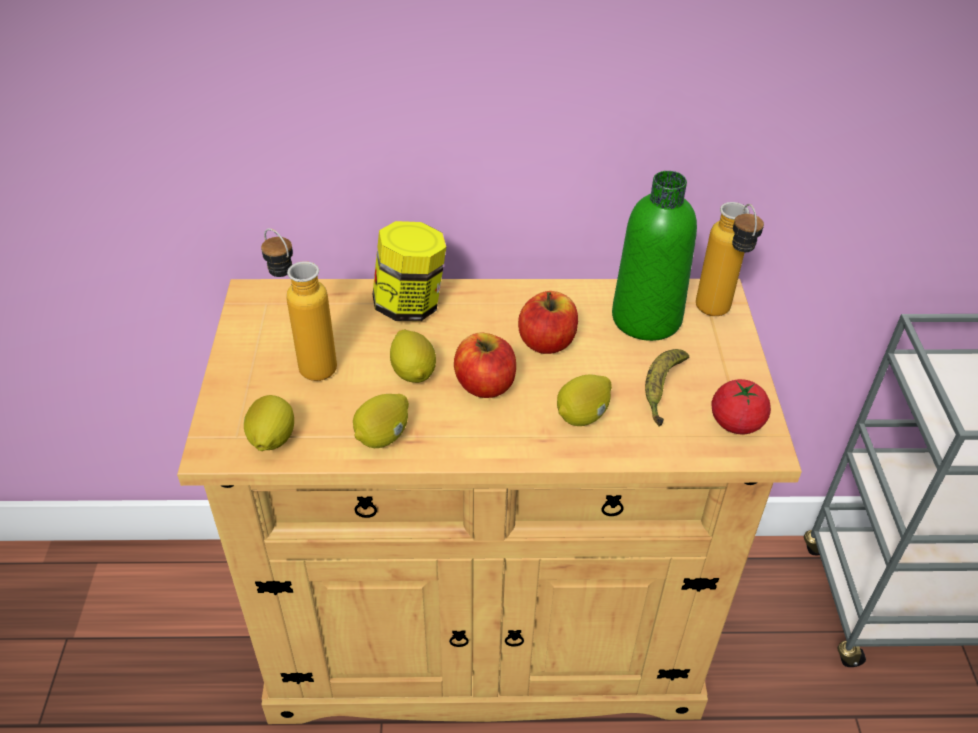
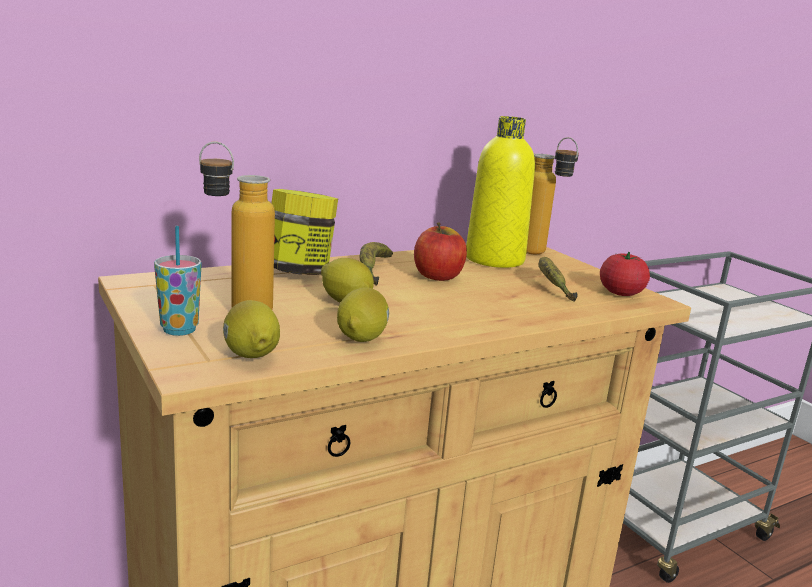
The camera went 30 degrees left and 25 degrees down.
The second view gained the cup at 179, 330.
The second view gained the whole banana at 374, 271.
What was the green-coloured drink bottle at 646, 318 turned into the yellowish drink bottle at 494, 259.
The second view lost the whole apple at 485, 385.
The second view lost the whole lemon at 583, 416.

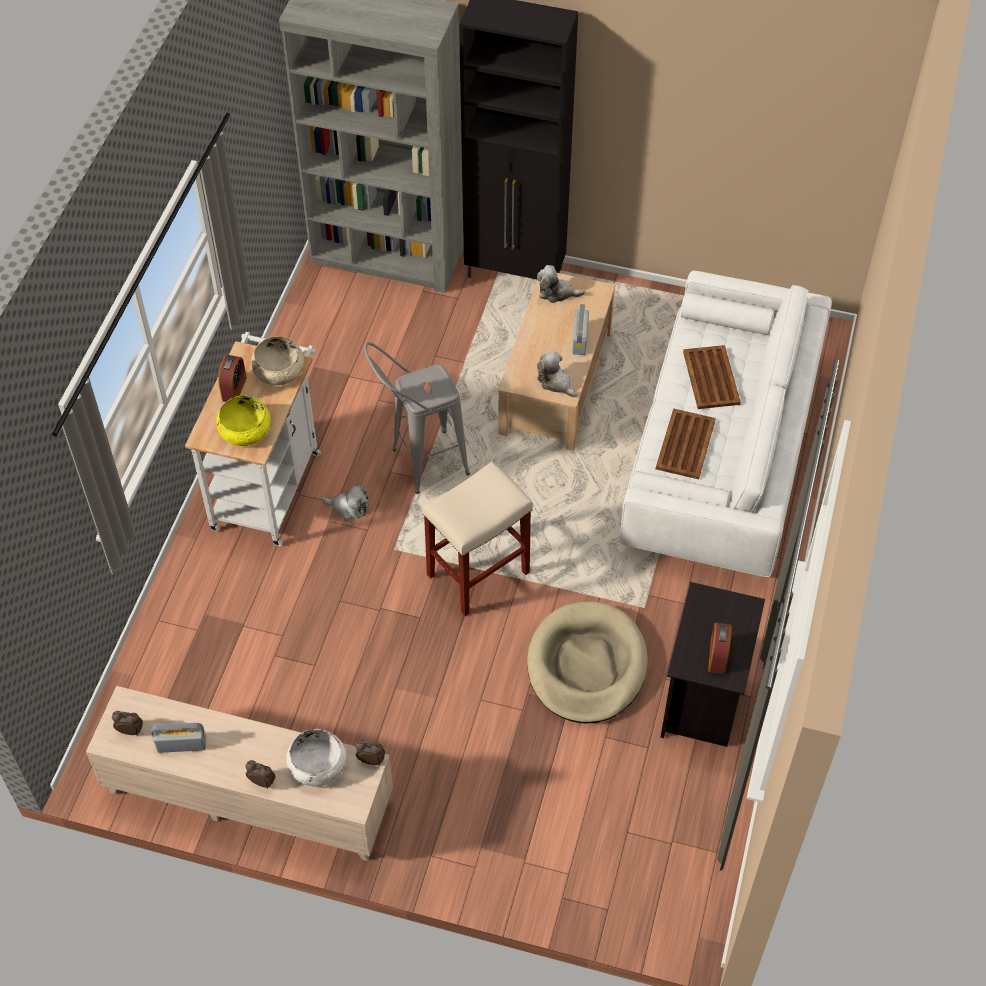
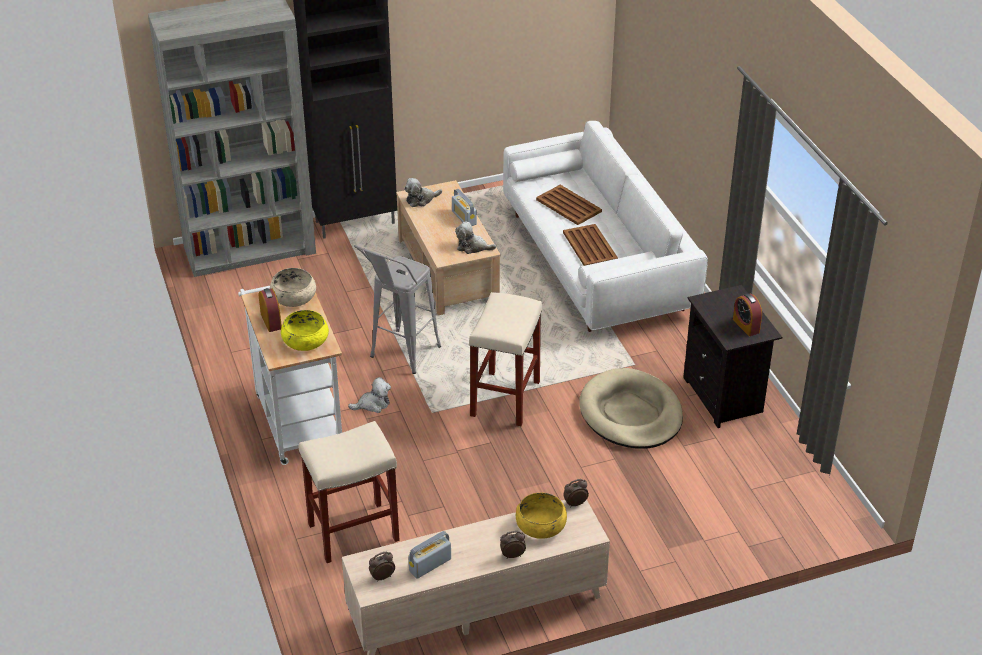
The camera went 35 degrees left and 15 degrees down.
The second view gained the sand-coloured stool at 352, 533.
What was the whitish bowl at 317, 764 turned into the yellowish bowl at 540, 525.

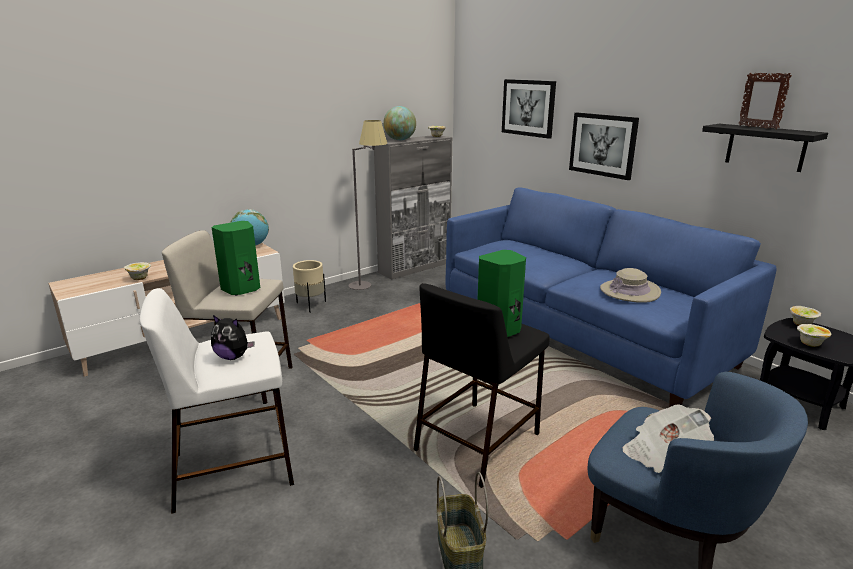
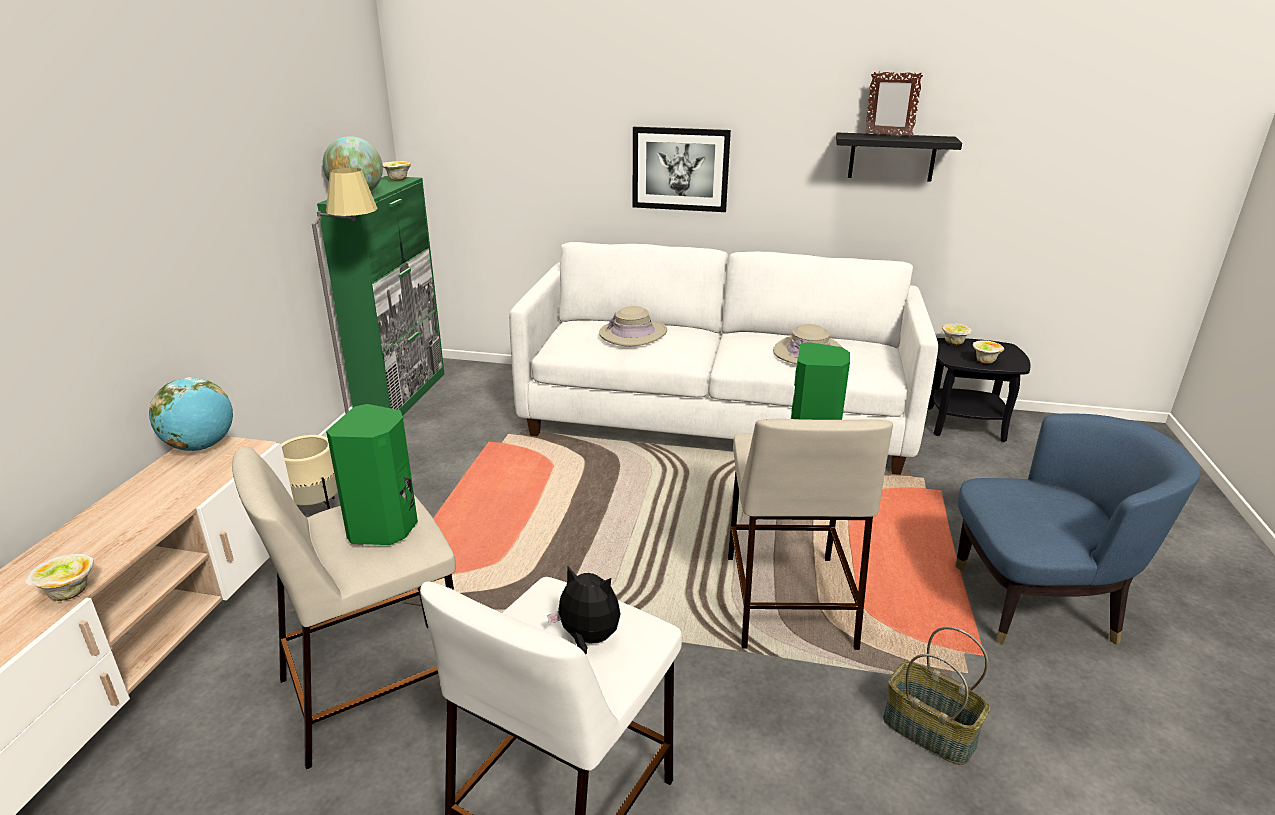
The camera went 40 degrees left and 5 degrees up.
What was the grey cabinet at 415, 267 turned into the green-coloured cabinet at 403, 396.
What was the bluish sofa at 580, 332 turned into the whitish sofa at 716, 419.
The cuddly toy at 233, 357 ended up facing another way, 135 degrees counterclockwise from before.
The second view gained the sand-coloured hat at 633, 334.
What was the black stool at 478, 441 turned into the sand-coloured stool at 787, 599.
The second view lost the picture at 528, 108.
The second view lost the daily paper at 663, 454.

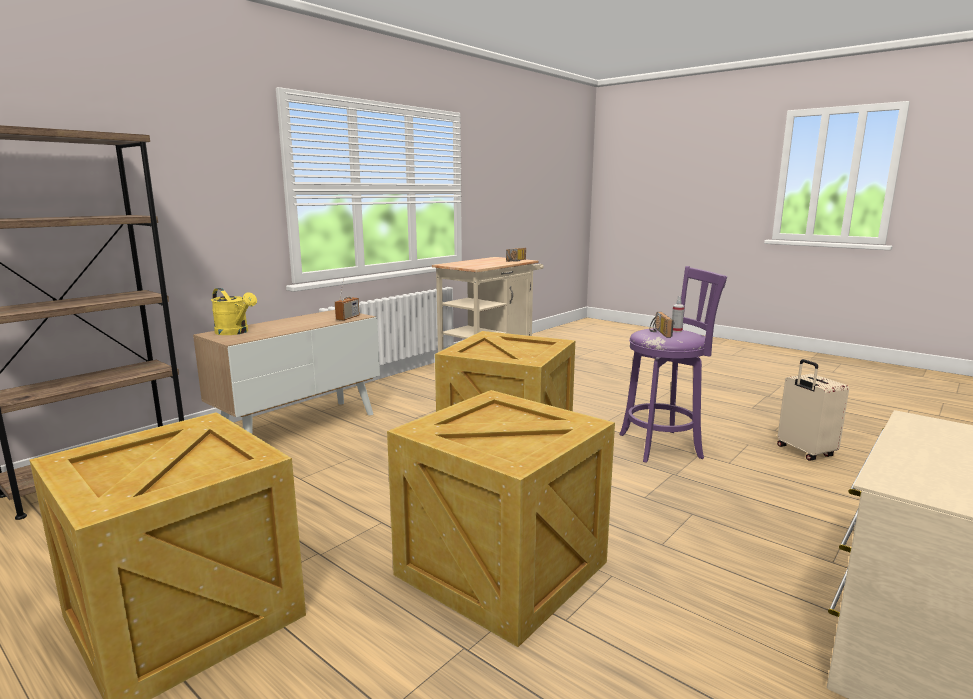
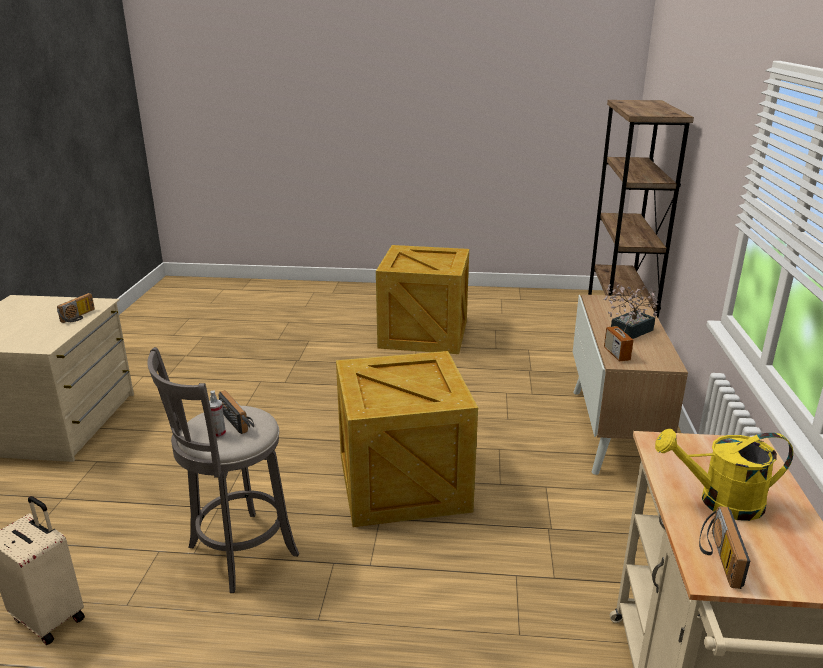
The camera went 145 degrees right and 10 degrees up.
The second view gained the radio at 79, 317.
What was the purple stool at 664, 446 turned into the grey stool at 237, 554.
The second view gained the potted plant at 628, 332.
The yellowish sprinkling can ended up elsewhere, having gone from 235, 332 to 720, 502.
The second view lost the crate at 505, 568.

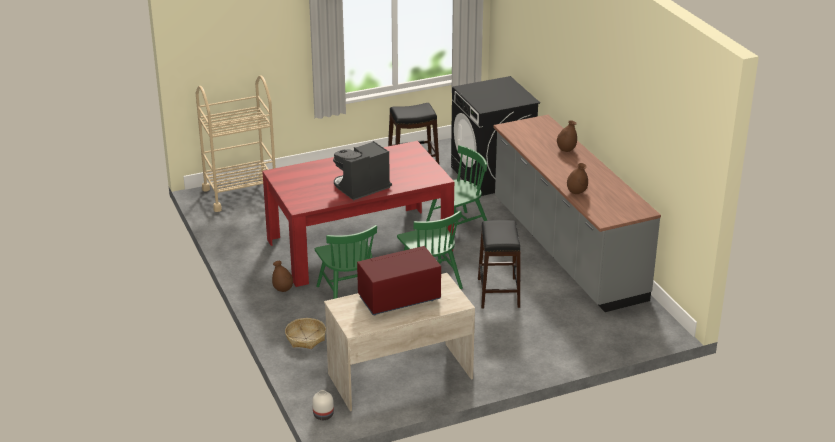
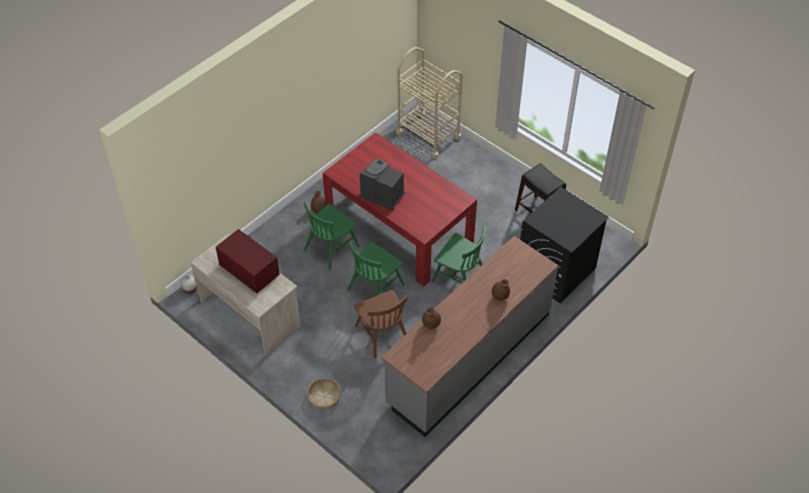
The camera went 65 degrees right and 20 degrees up.
The storage basket ended up elsewhere, having gone from 305, 338 to 324, 397.
Where the black stool stood at 499, 292, the brown-coloured upright chair came to stand at 382, 334.

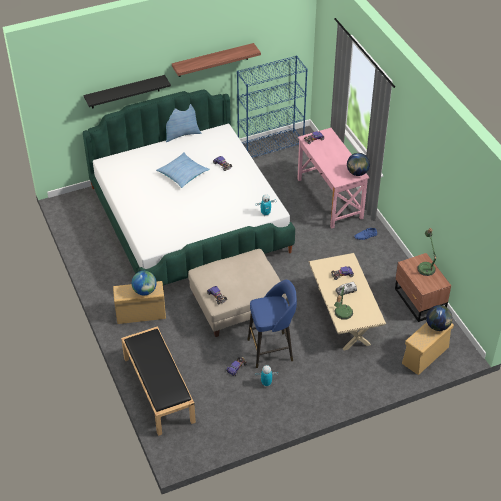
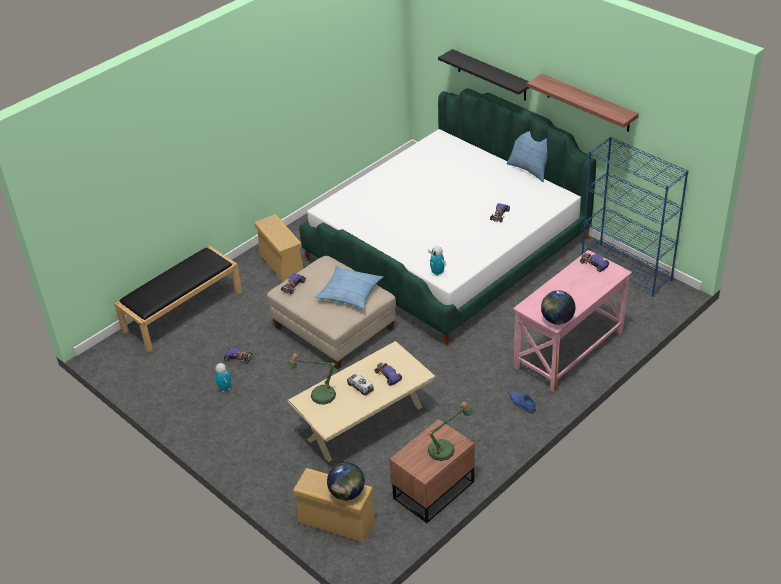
The camera went 70 degrees right and 5 degrees down.
The pillow ended up elsewhere, having gone from 182, 174 to 350, 292.
The second view lost the desk globe at 145, 291.
The second view lost the bluish stool at 271, 350.

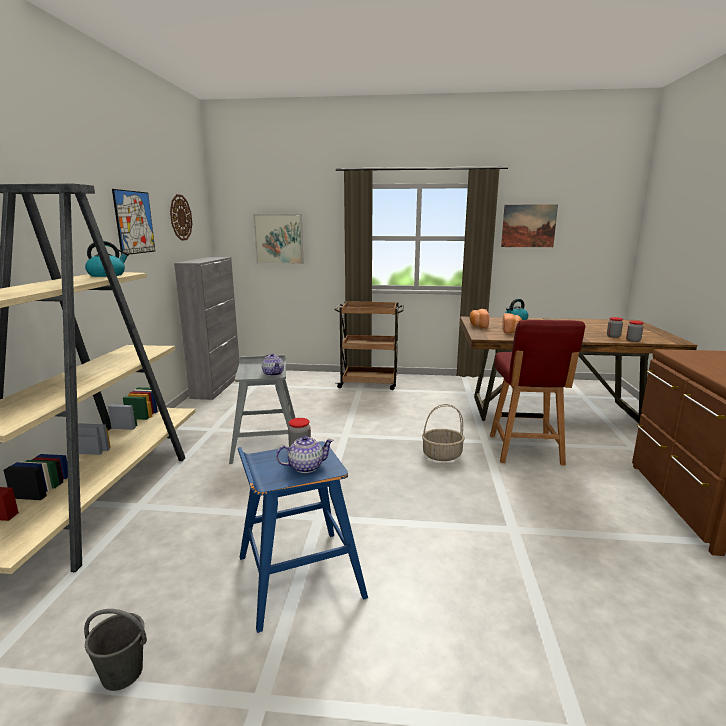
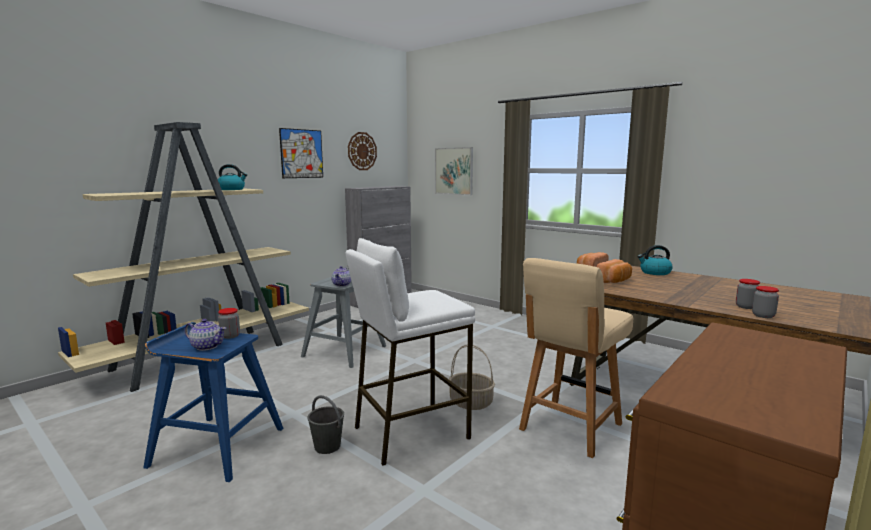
The camera went 35 degrees right and 5 degrees down.
The grey water bucket ended up elsewhere, having gone from 121, 673 to 327, 446.
The second view gained the whitish stool at 410, 432.
What was the red-coloured upright chair at 525, 450 turned into the sand-coloured upright chair at 569, 427.
The second view lost the brown-coloured trolley at 369, 383.
The second view lost the picture at 528, 226.

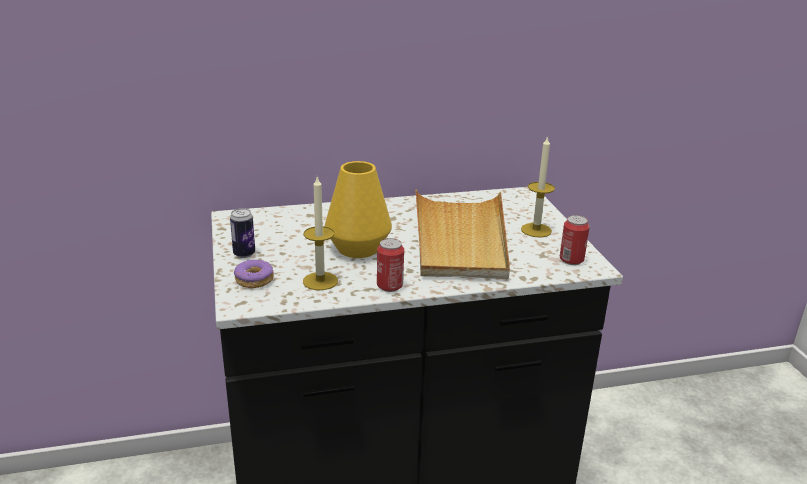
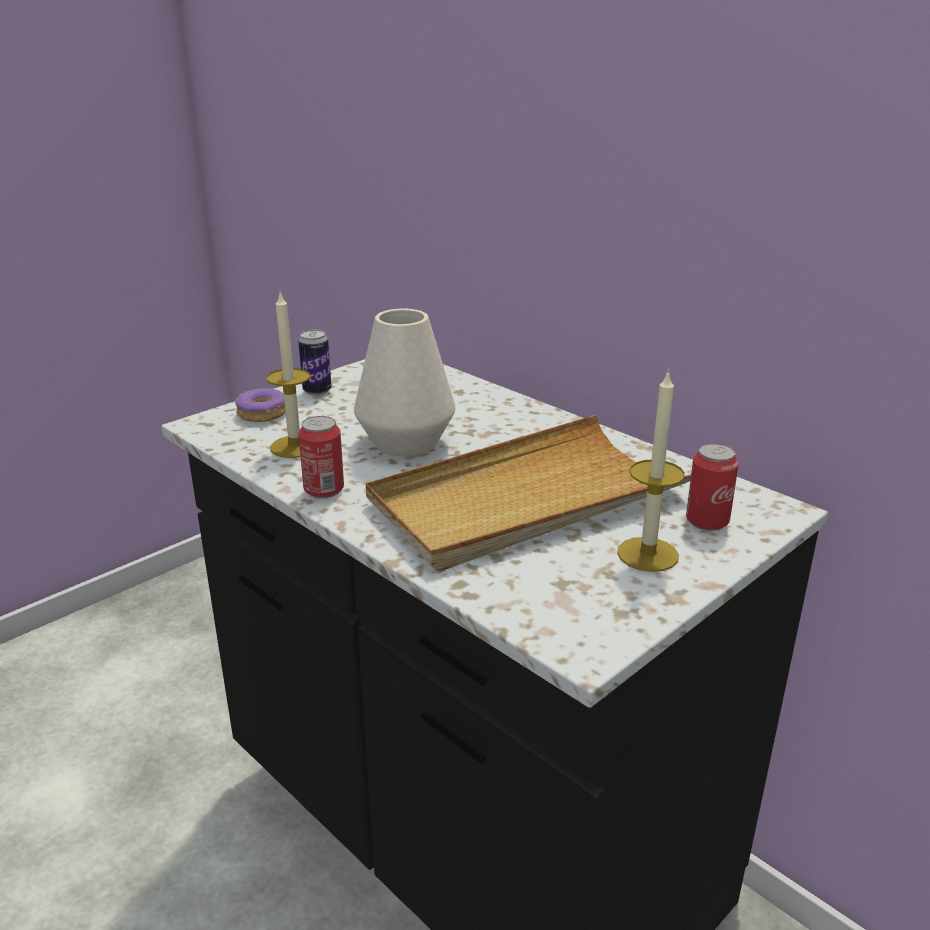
The camera went 60 degrees right and 0 degrees up.
What was the yellowish flower vase at 358, 248 turned into the whitish flower vase at 406, 442.
The sealed can ended up elsewhere, having gone from 571, 260 to 707, 521.

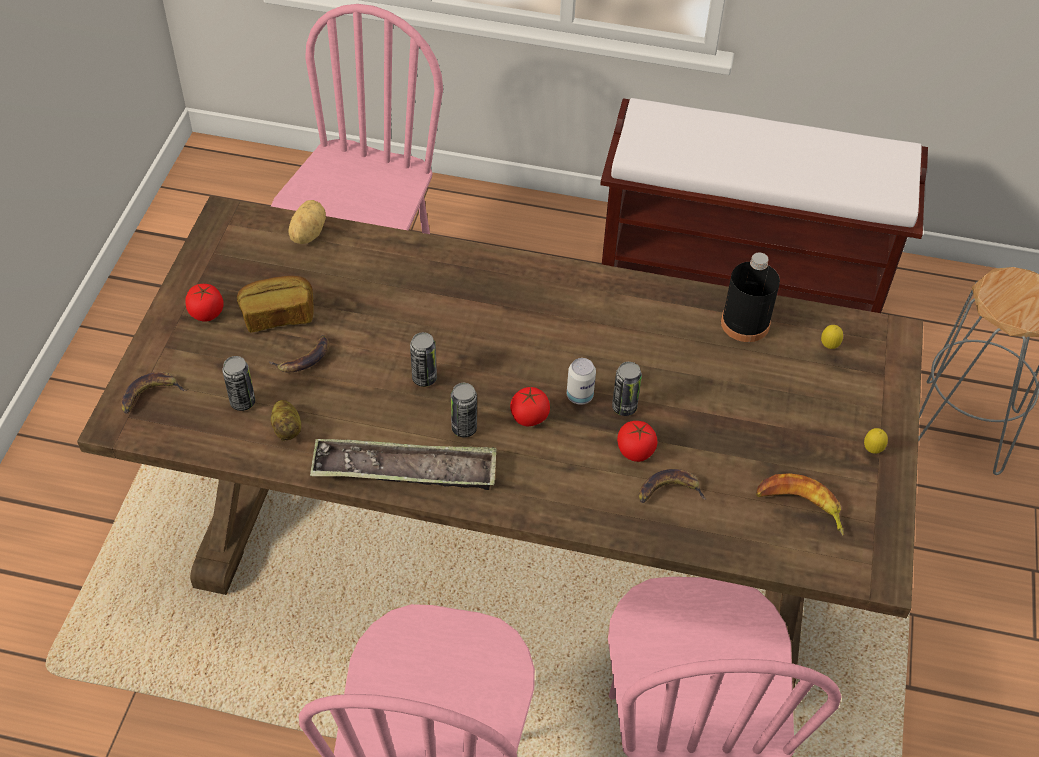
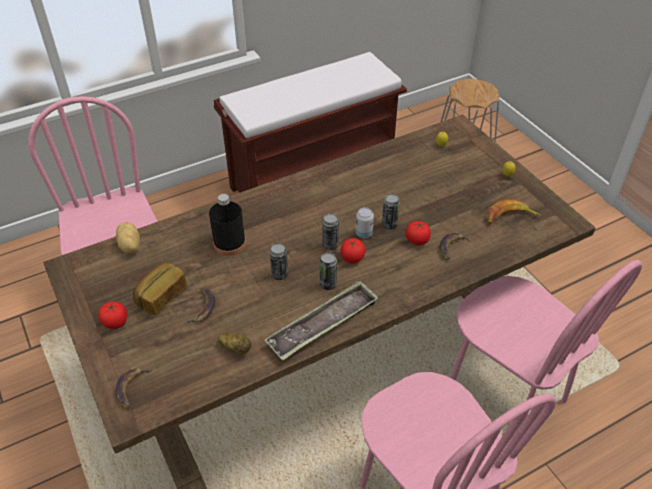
The camera went 40 degrees left and 5 degrees down.
The black drink bottle ended up elsewhere, having gone from 745, 323 to 229, 243.
The sealed can ended up elsewhere, having gone from 242, 402 to 330, 245.

